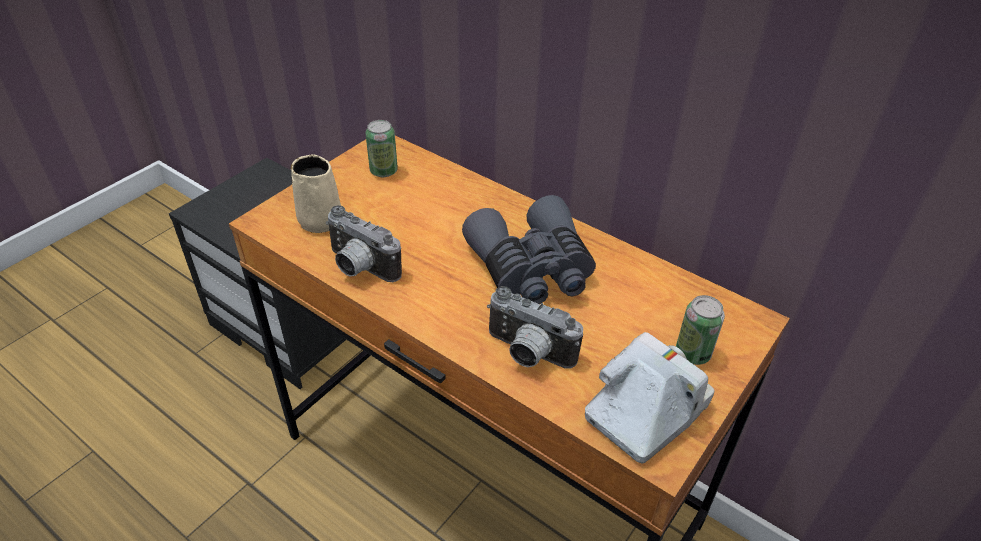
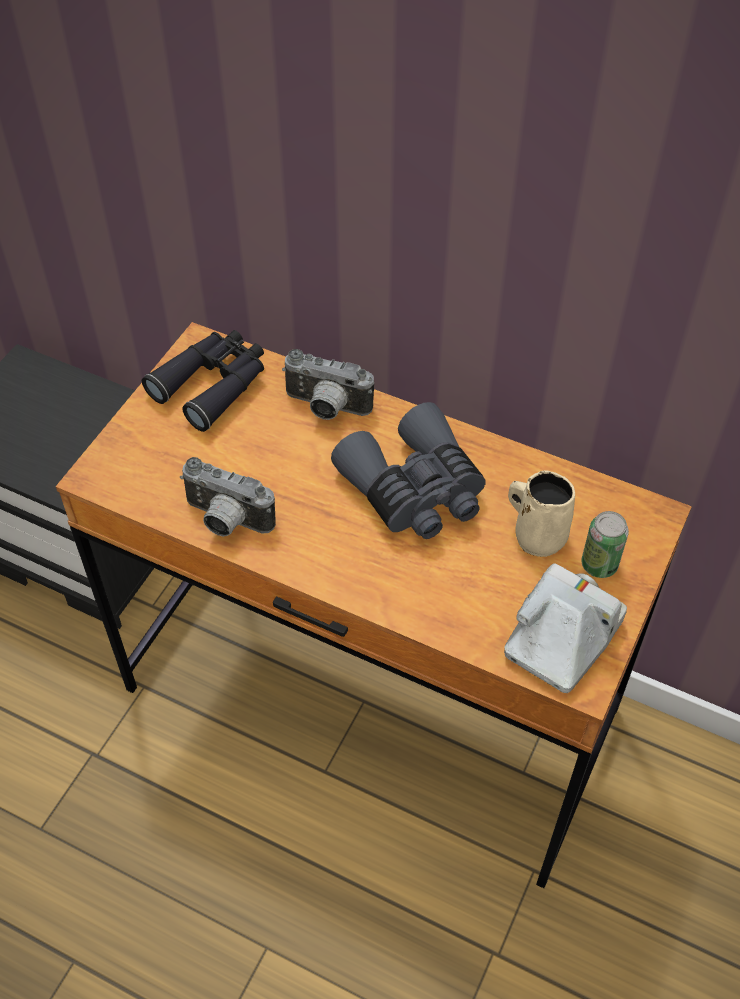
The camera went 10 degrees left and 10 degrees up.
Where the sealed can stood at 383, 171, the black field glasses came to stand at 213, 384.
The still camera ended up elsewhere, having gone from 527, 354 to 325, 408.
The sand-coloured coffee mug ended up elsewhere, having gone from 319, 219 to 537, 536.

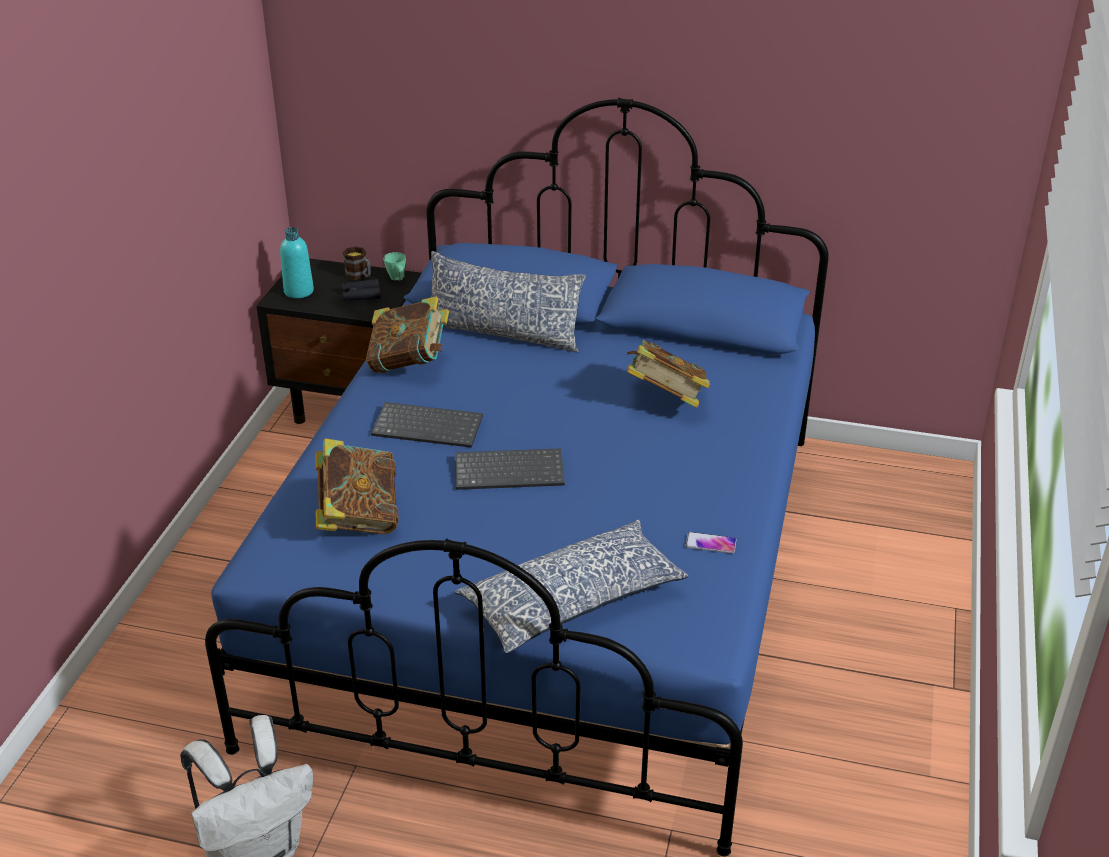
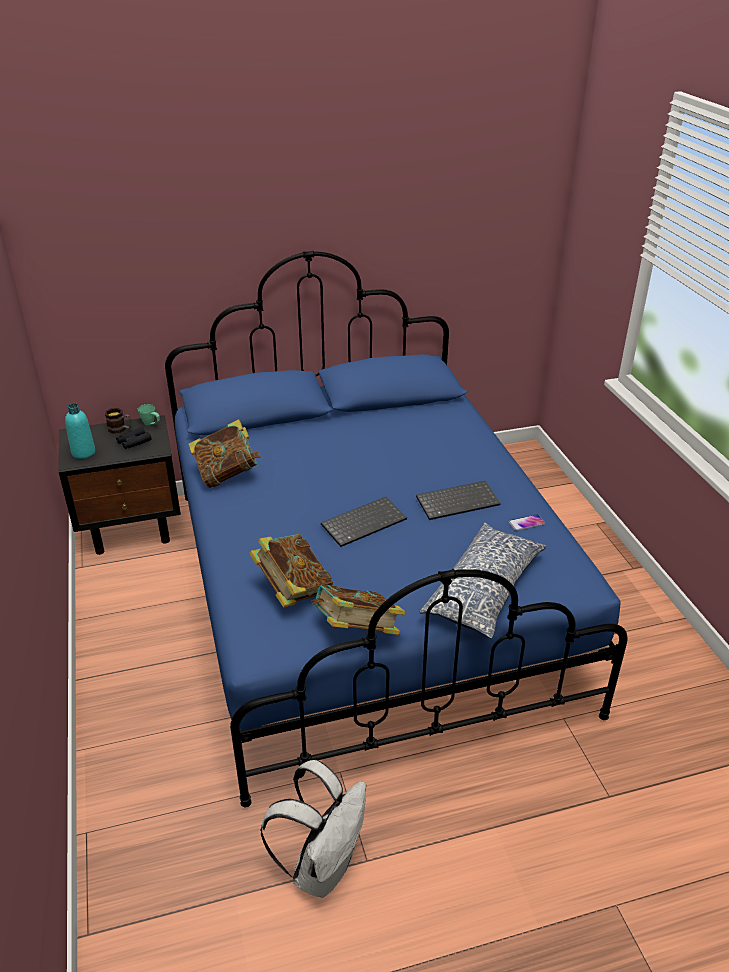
The camera went 30 degrees left and 0 degrees up.
The volume ended up elsewhere, having gone from 665, 400 to 357, 632.
The computer keyboard ended up elsewhere, having gone from 429, 426 to 458, 501.
The second view lost the pillow at 502, 332.

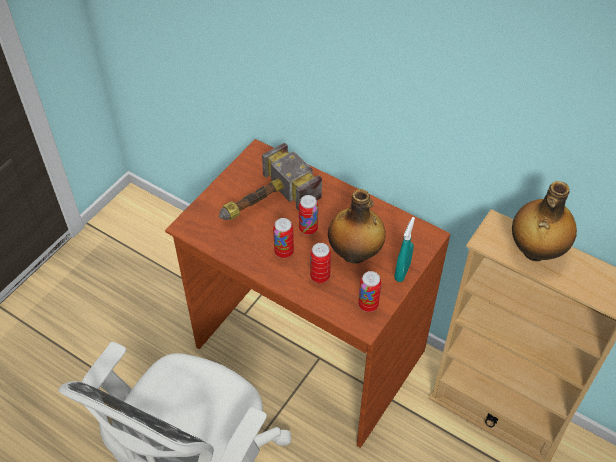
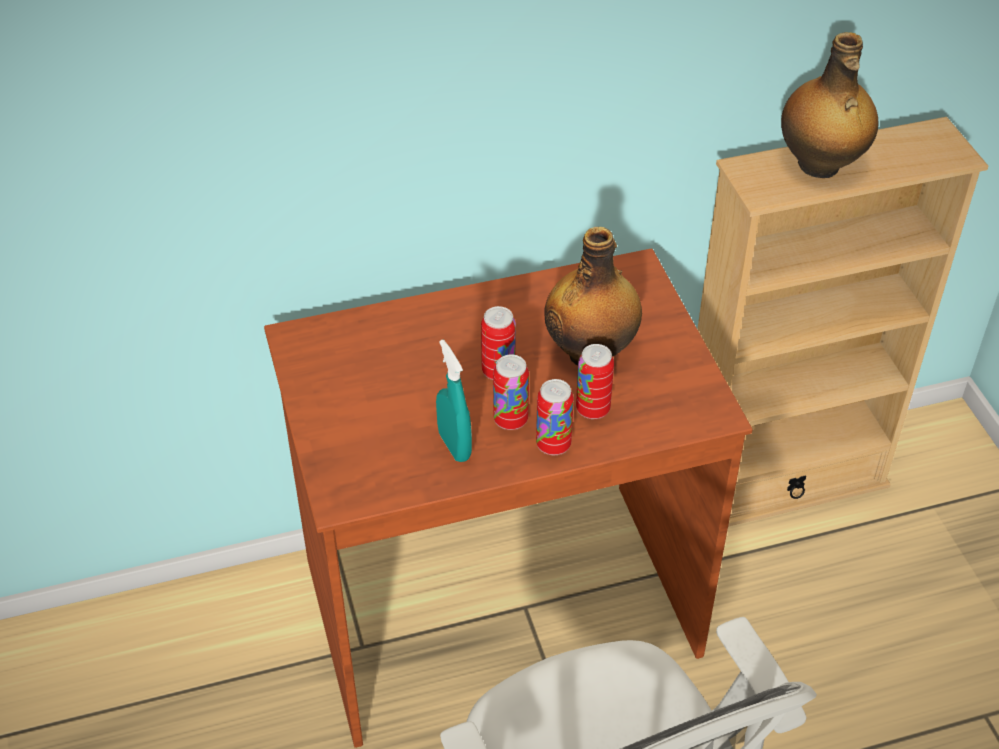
The camera went 50 degrees left and 5 degrees down.
The turquoise sprayer ended up elsewhere, having gone from 402, 272 to 454, 446.
The sealed can ended up elsewhere, having gone from 368, 305 to 553, 445.
The second view lost the hammer at 263, 203.

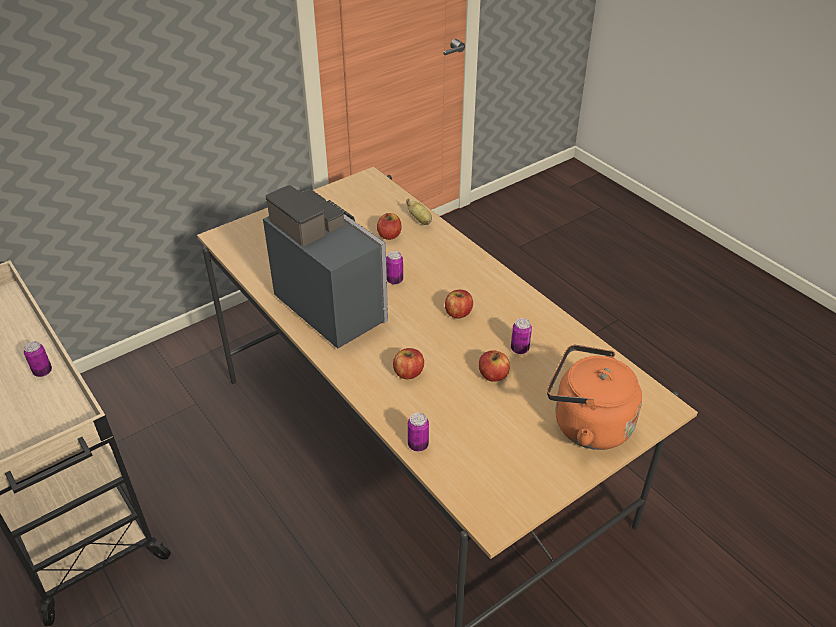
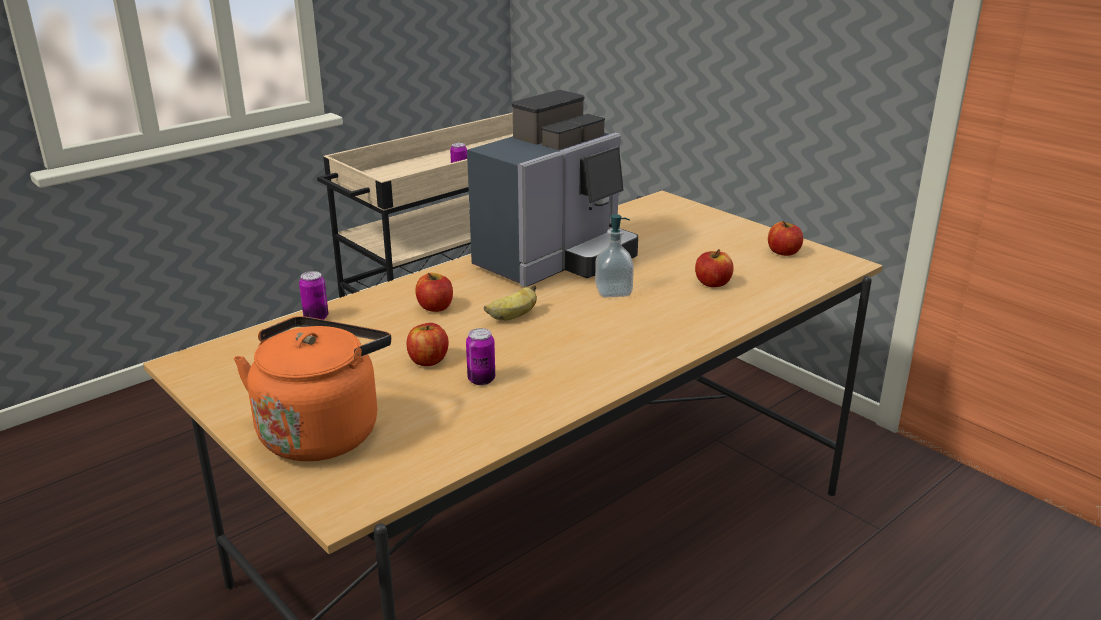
The camera went 85 degrees right and 15 degrees down.
The whole banana ended up elsewhere, having gone from 420, 220 to 513, 317.
Where the sealed can stood at 394, 280, the soap dispenser came to stand at 613, 291.
The whole apple ended up elsewhere, having gone from 458, 313 to 783, 252.

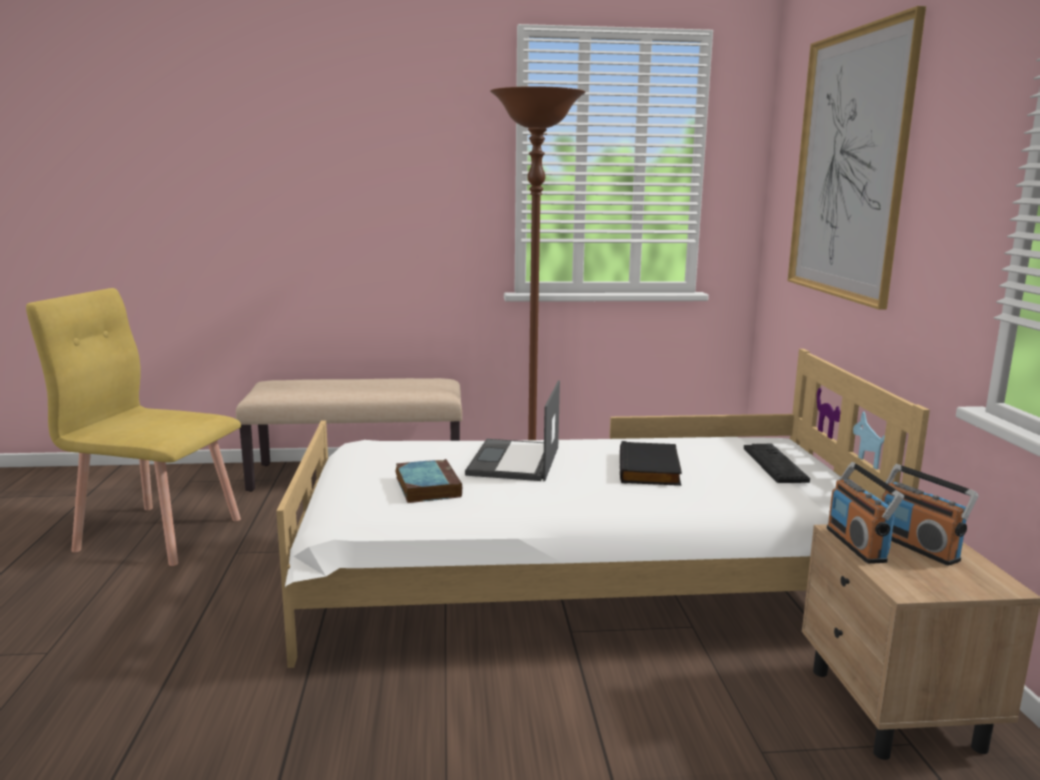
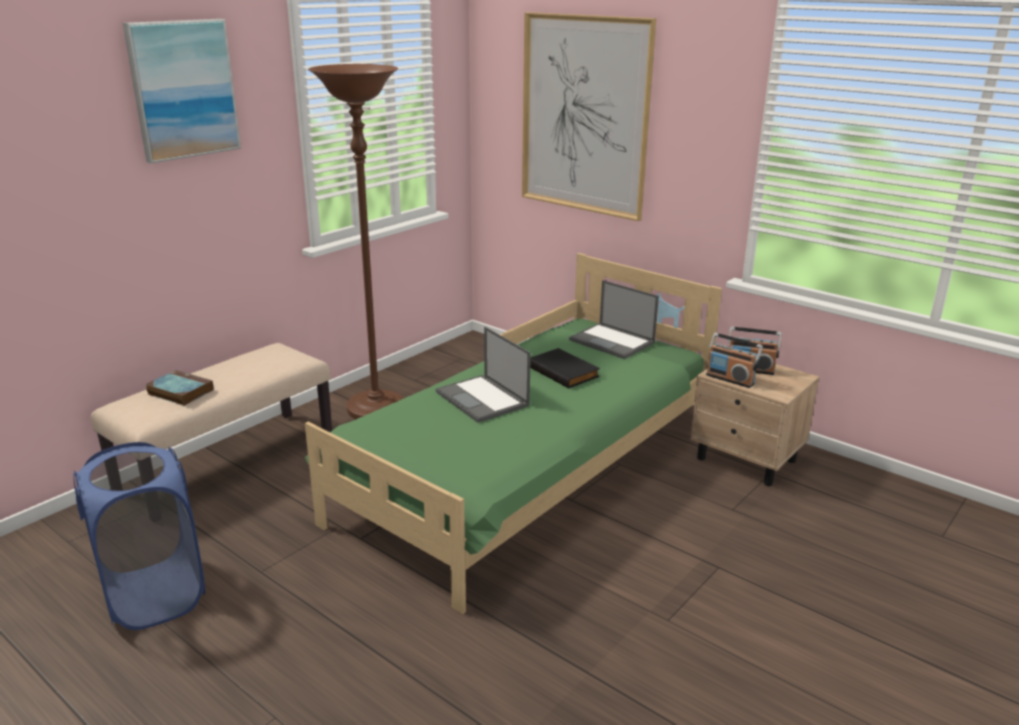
The camera went 45 degrees left and 10 degrees up.
Where the yellowish upright chair stood at 159, 533, the bluish washing basket came to stand at 153, 595.
The second view gained the picture at 183, 89.
The volume ended up elsewhere, having gone from 427, 486 to 179, 392.
What was the whitish bedroom bed at 576, 587 turned into the green-coloured bedroom bed at 530, 472.
Where the computer keyboard stood at 774, 464, the notebook computer came to stand at 613, 341.

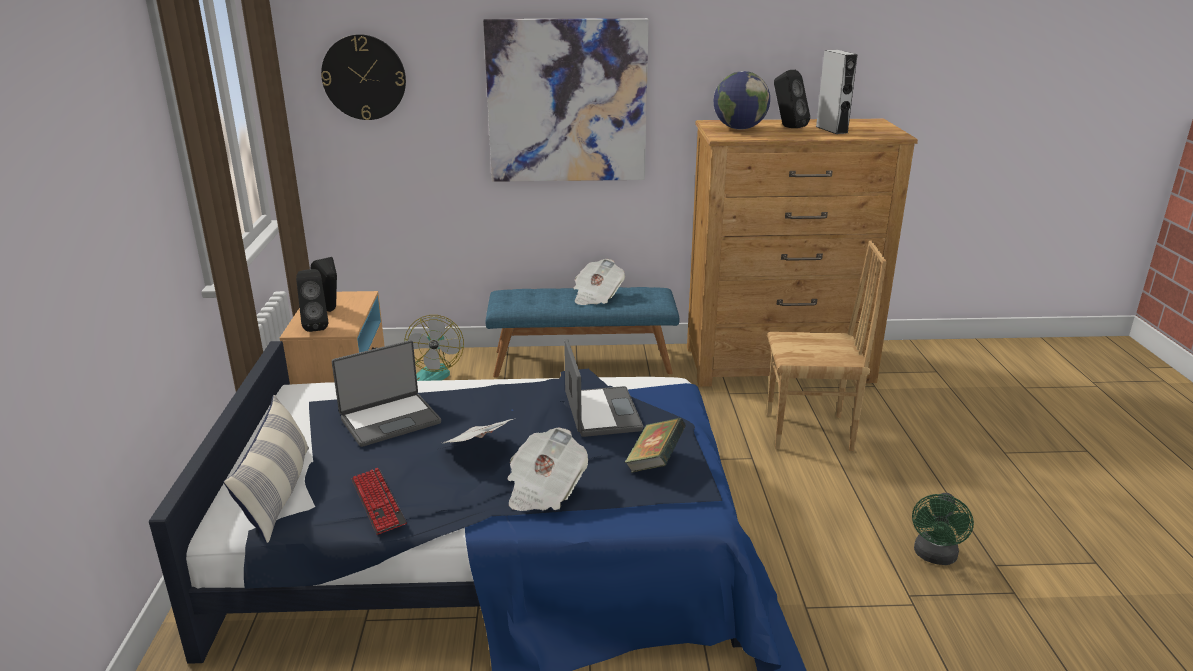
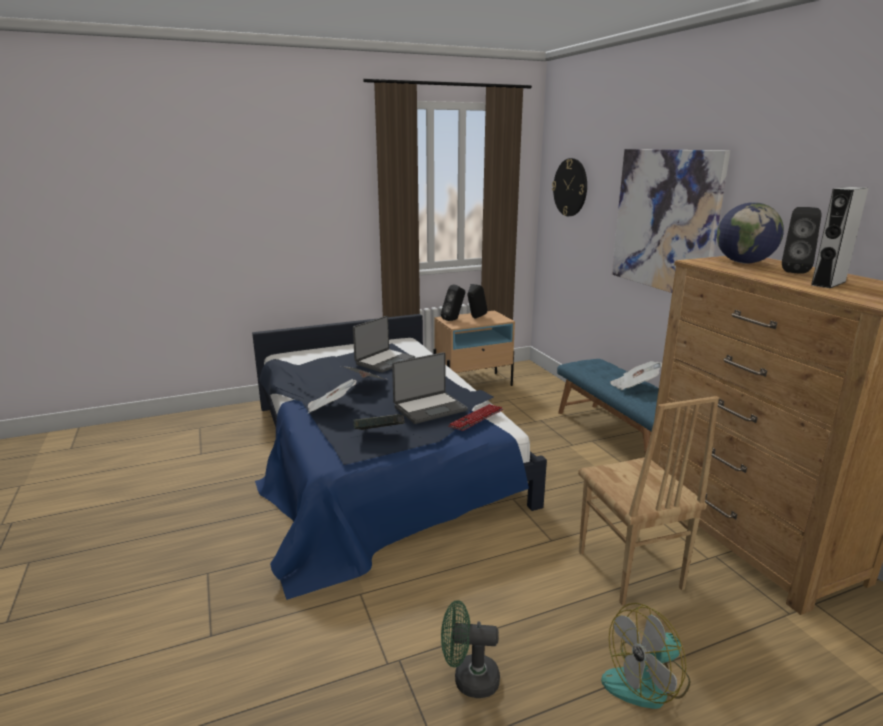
The camera went 70 degrees right and 5 degrees down.
The notebook computer at 390, 420 ended up facing another way, 90 degrees counterclockwise from before.
The computer keyboard ended up elsewhere, having gone from 378, 502 to 476, 418.
The cooling fan ended up elsewhere, having gone from 432, 372 to 647, 682.
The second view lost the pillow at 278, 493.

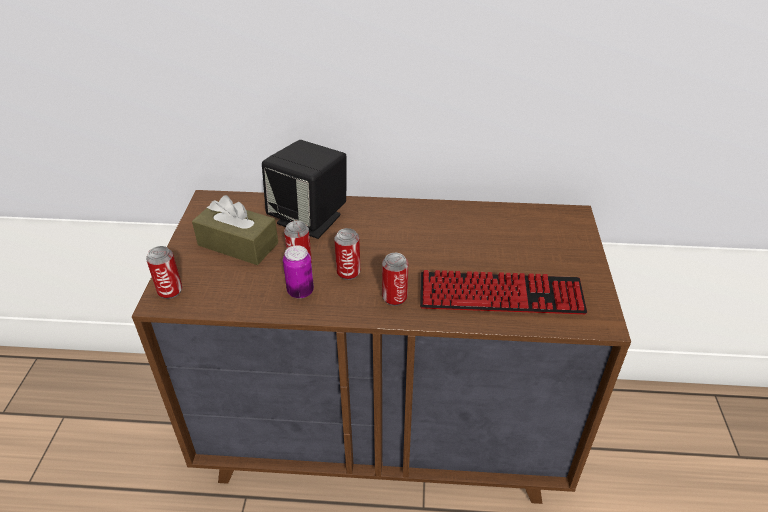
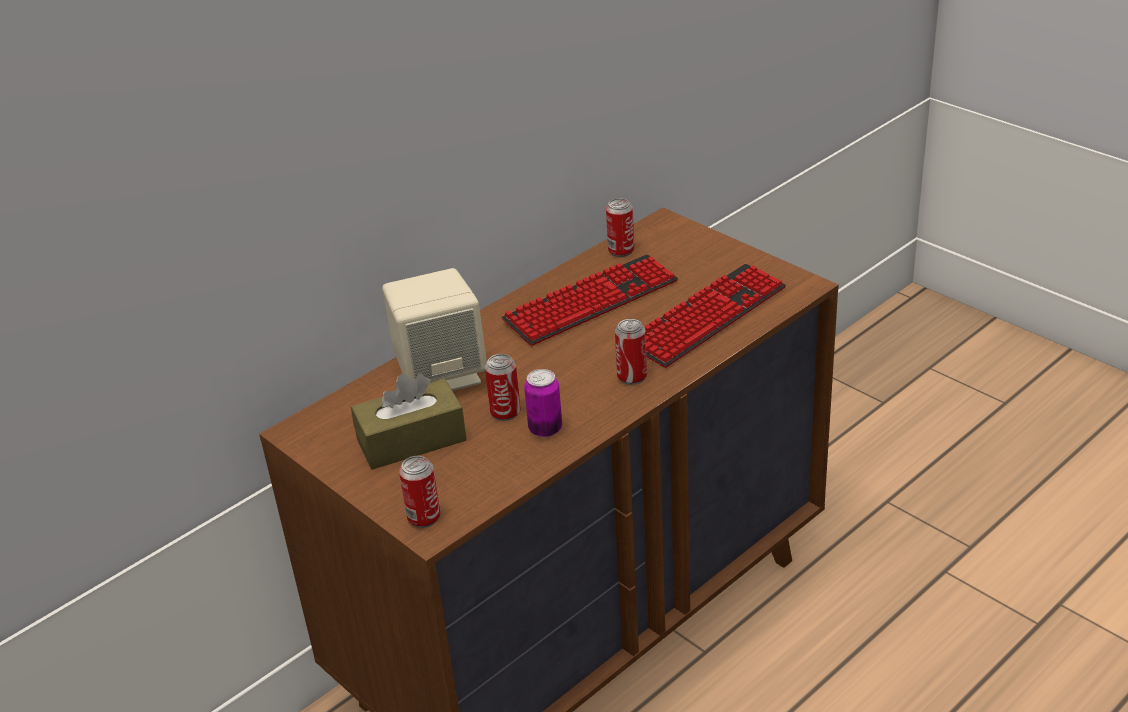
The camera went 45 degrees left and 5 degrees down.
What was the black speaker at 310, 219 turned into the sand-coloured speaker at 441, 374.
The second view gained the computer keyboard at 591, 302.
The sealed can ended up elsewhere, having gone from 348, 273 to 621, 251.

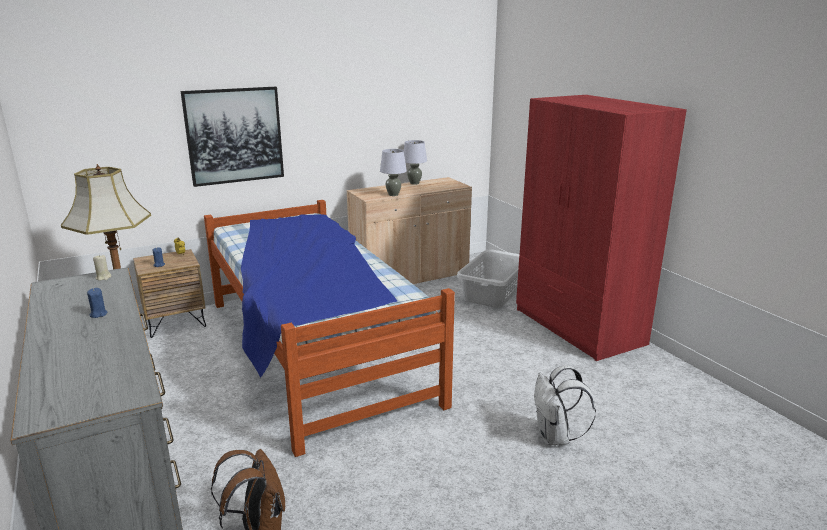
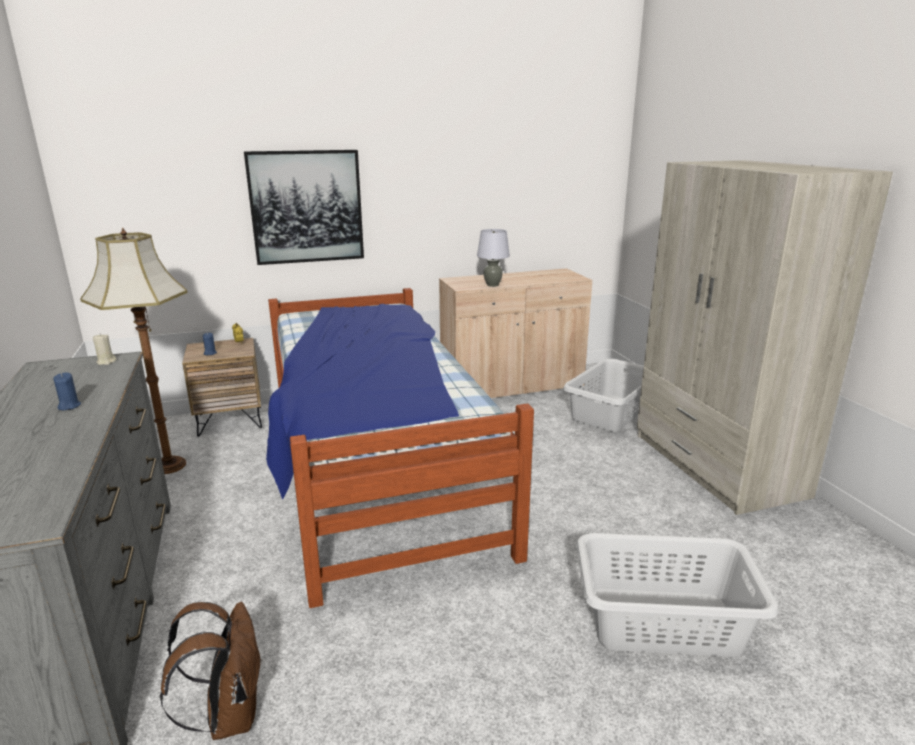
The camera went 10 degrees right and 0 degrees up.
Where the whitish knapsack stood at 555, 437, the grey washing basket came to stand at 664, 622.
What was the red-coloured armoire at 578, 327 turned into the sand-coloured armoire at 716, 465.
The second view lost the grey tabletop lamp at 414, 183.

